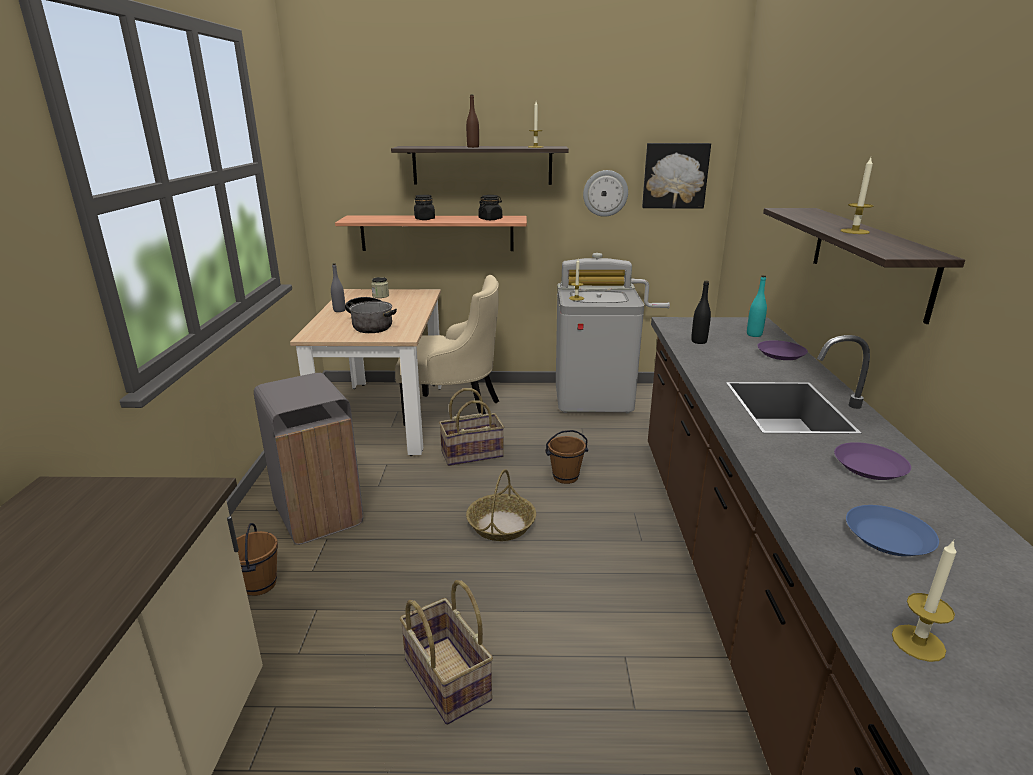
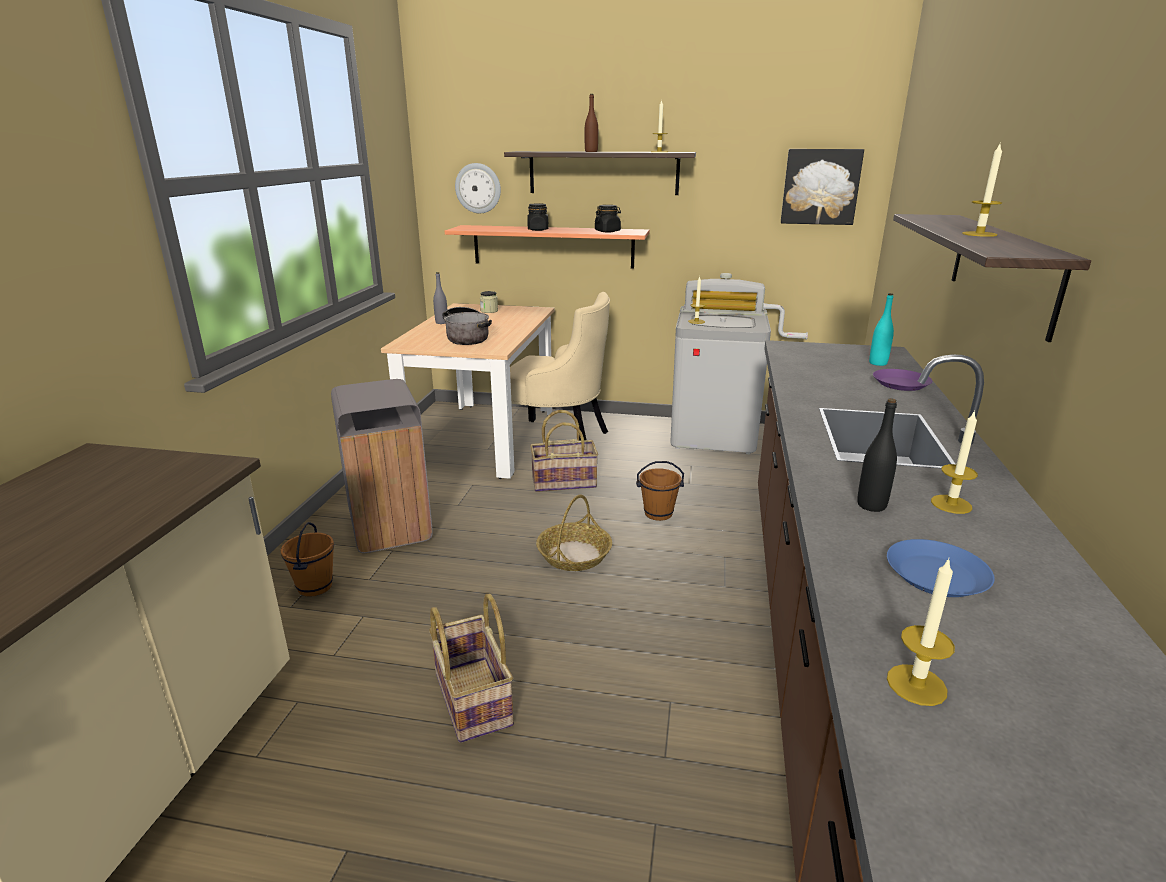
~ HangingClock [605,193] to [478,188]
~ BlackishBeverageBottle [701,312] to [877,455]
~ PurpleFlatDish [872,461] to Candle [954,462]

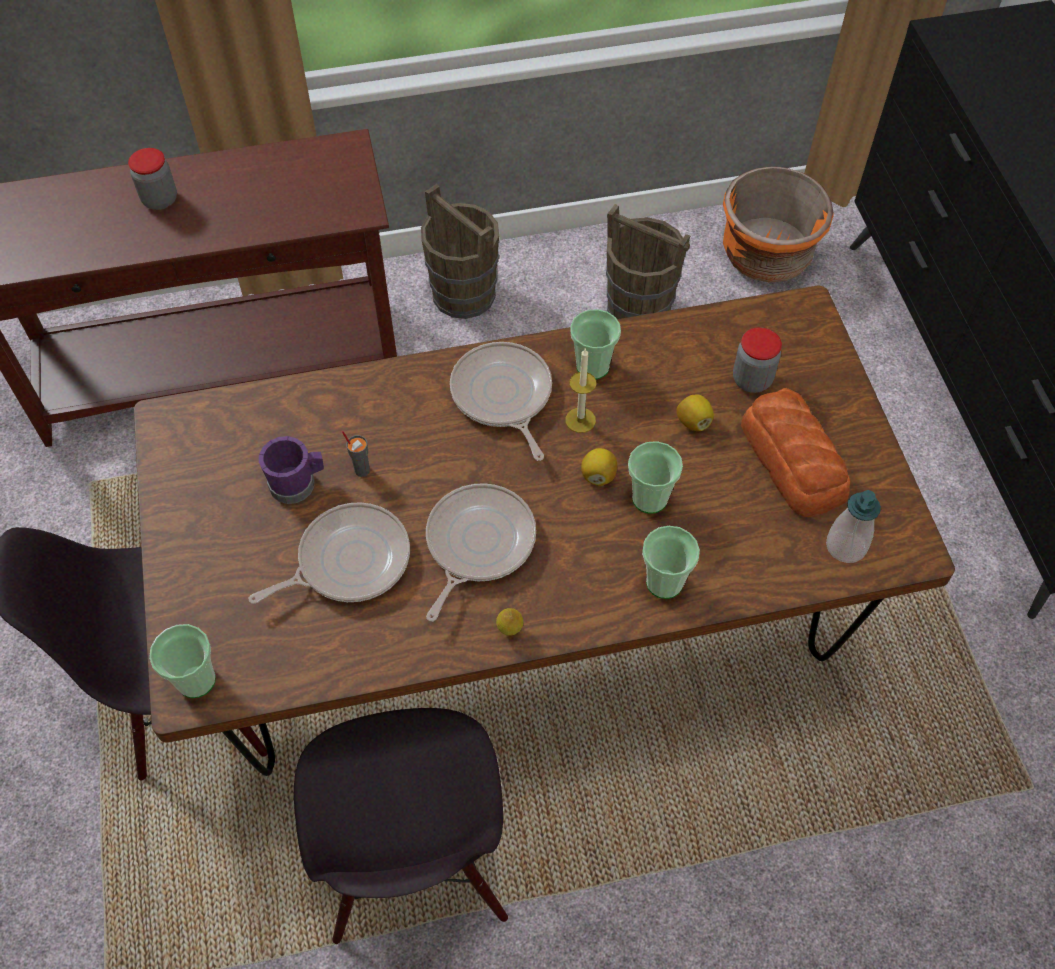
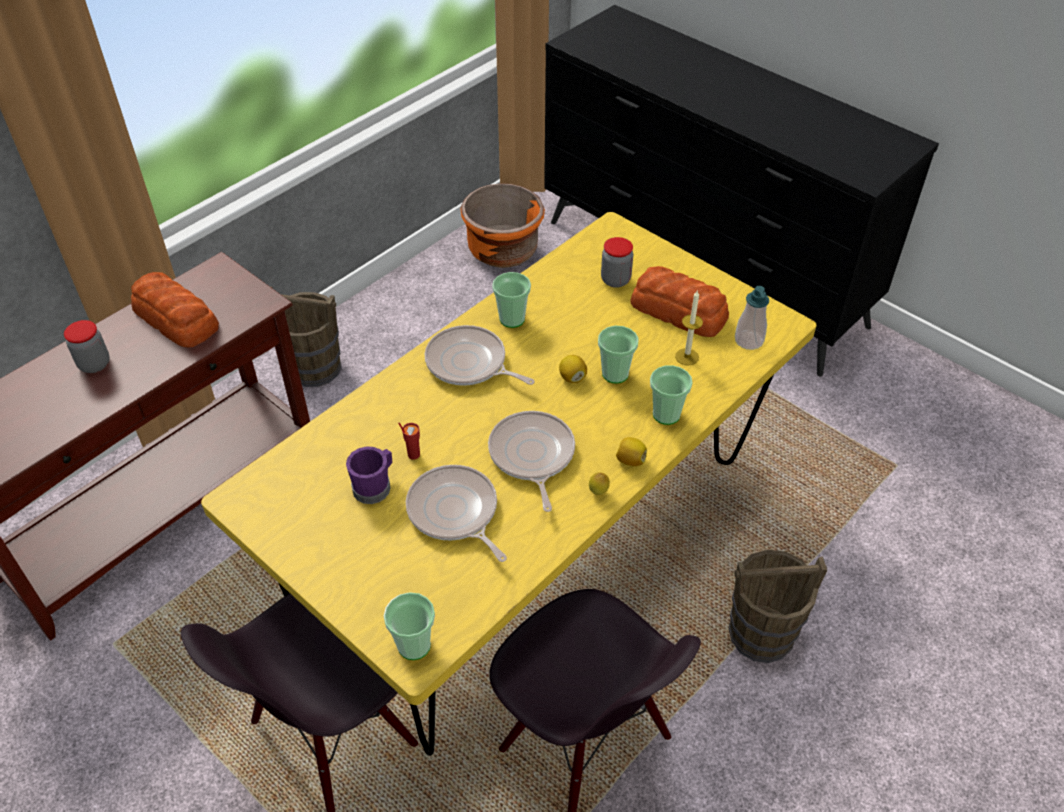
+ BakedBread [175,309]
~ BrownColouredDiningTable [544,530] to YellowColouredDiningTable [508,484]
~ GrayCup [356,454] to RedColouredCup [409,441]
~ FryingPan [329,553] = [456,513] 60 degrees counterclockwise
~ Lemon [695,413] to [631,451]
~ Candle [581,391] to [689,328]
~ BrownColouredWaterBucket [648,261] to [778,606]

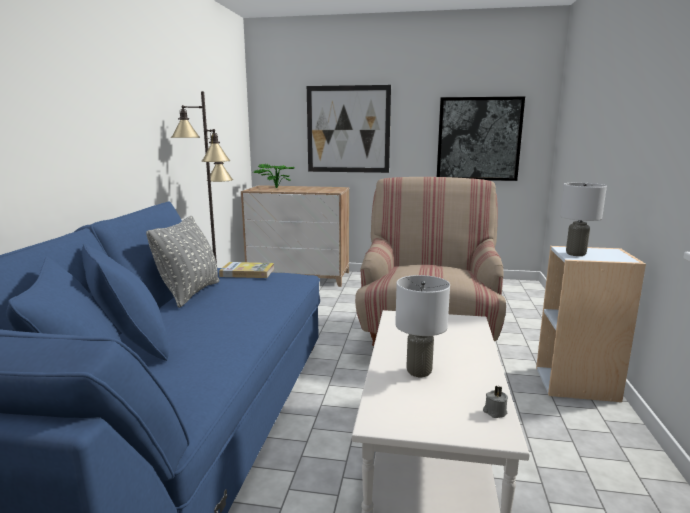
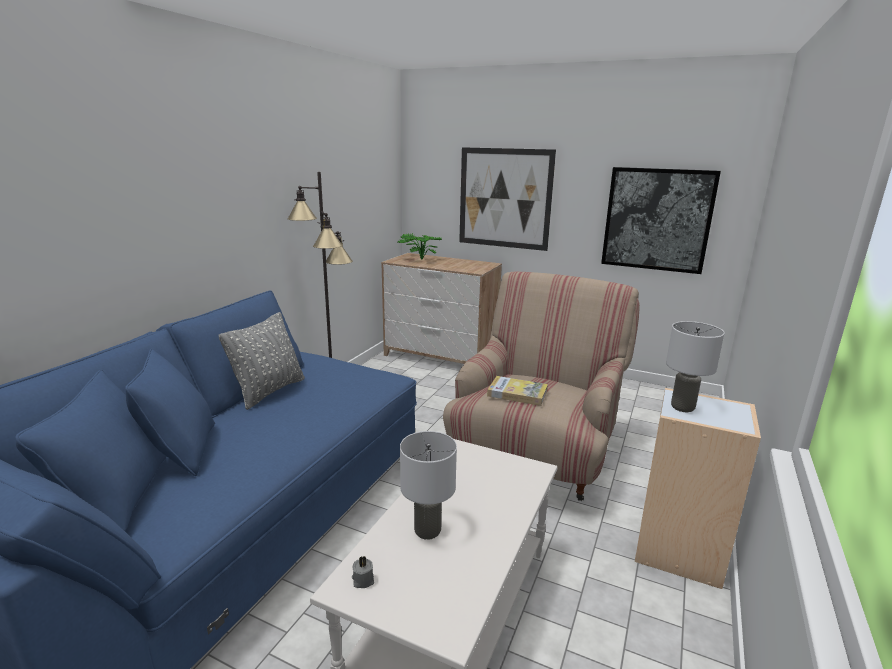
~ GrayCandle [495,402] to [363,572]
~ Volume [246,270] to [517,391]

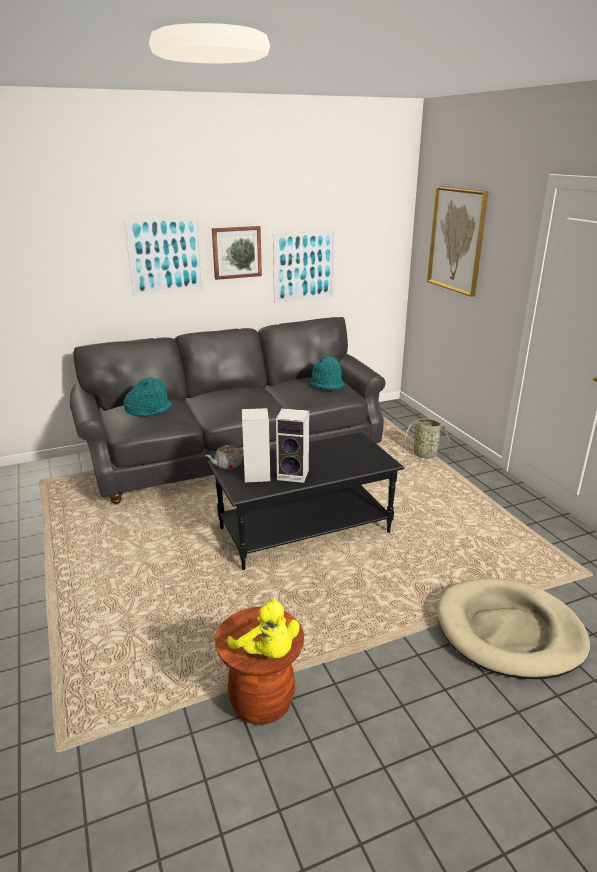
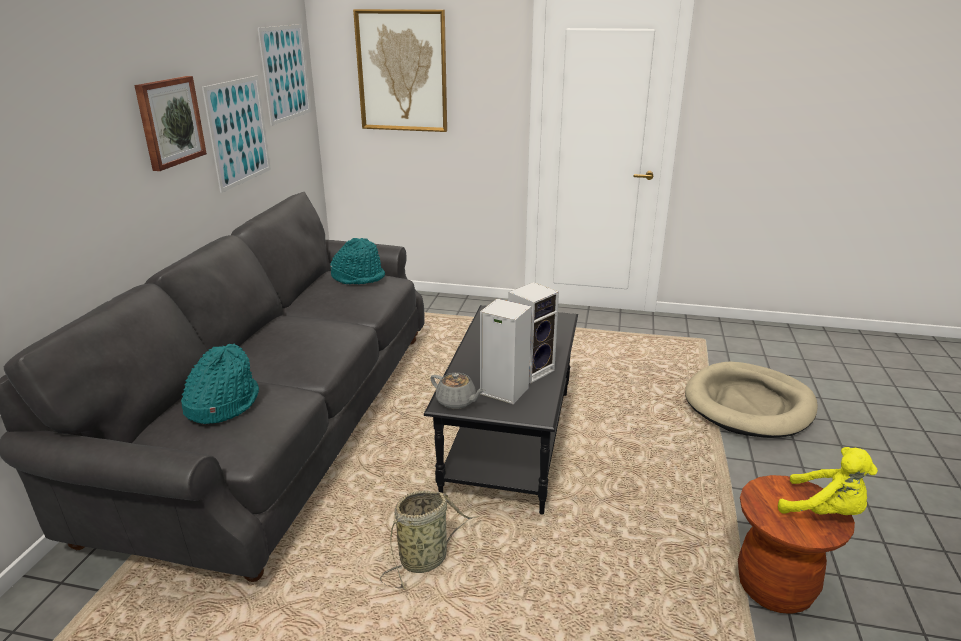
~ WallPicture [164,256] to [284,75]
~ HouseholdBasket [431,438] to [429,540]
~ GrayPotForTea [224,457] = [457,391] 60 degrees counterclockwise
~ YellowColouredPlushToy [263,628] = [828,481] 45 degrees clockwise

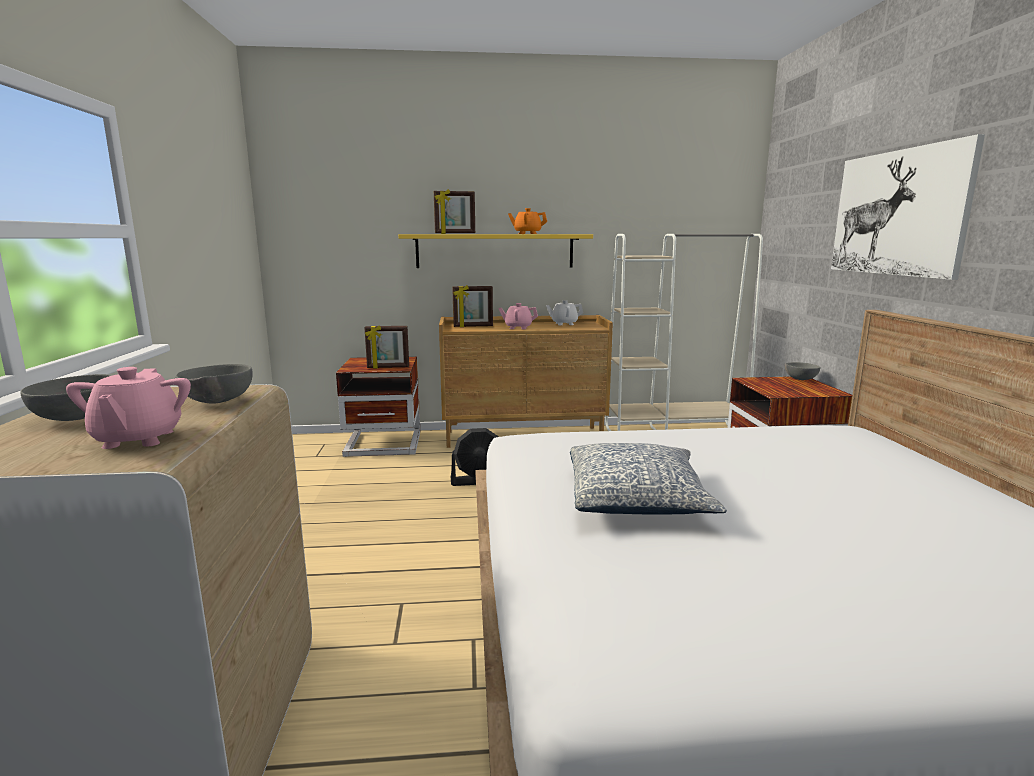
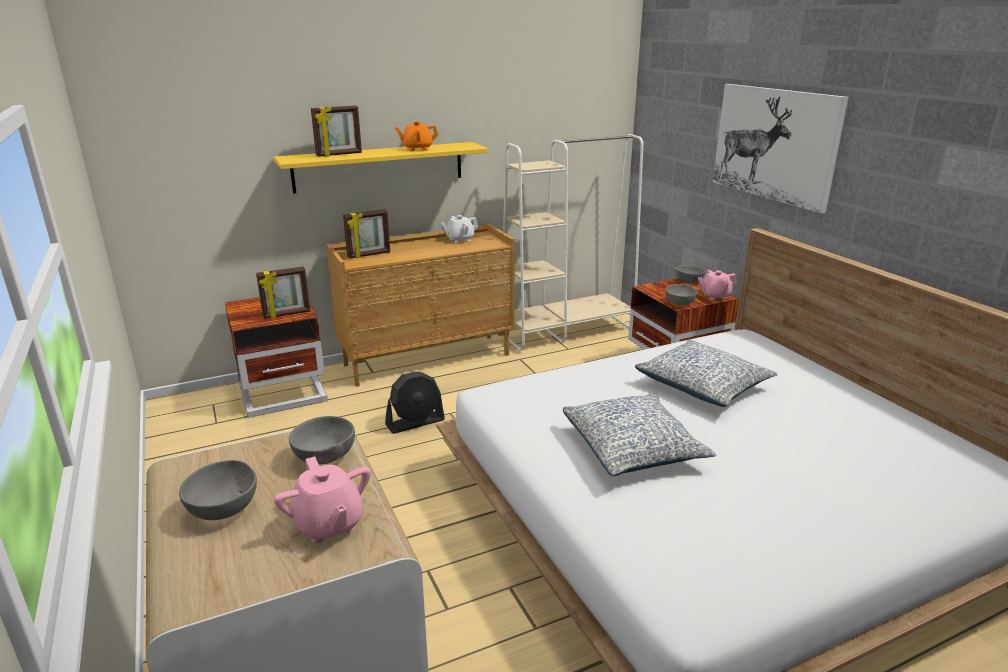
+ Cushion [706,373]
+ GrayDeepDish [681,294]
~ PinkPotForTea [518,316] to [717,285]

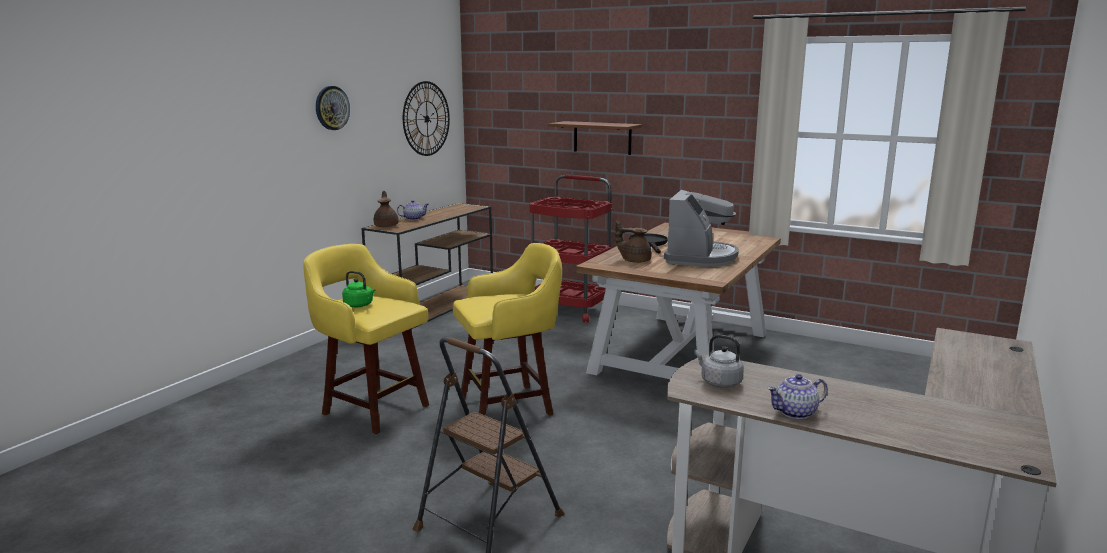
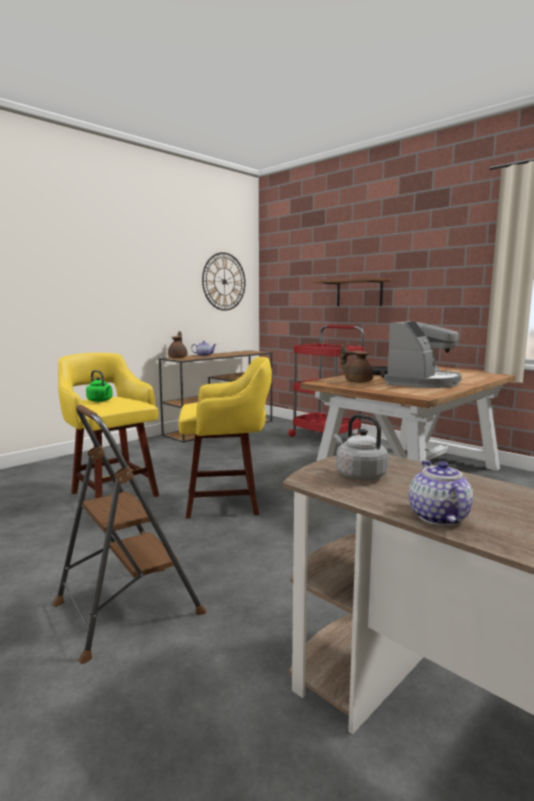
~ PotForTea [797,396] = [441,493] 90 degrees clockwise
- HangingClock [333,108]

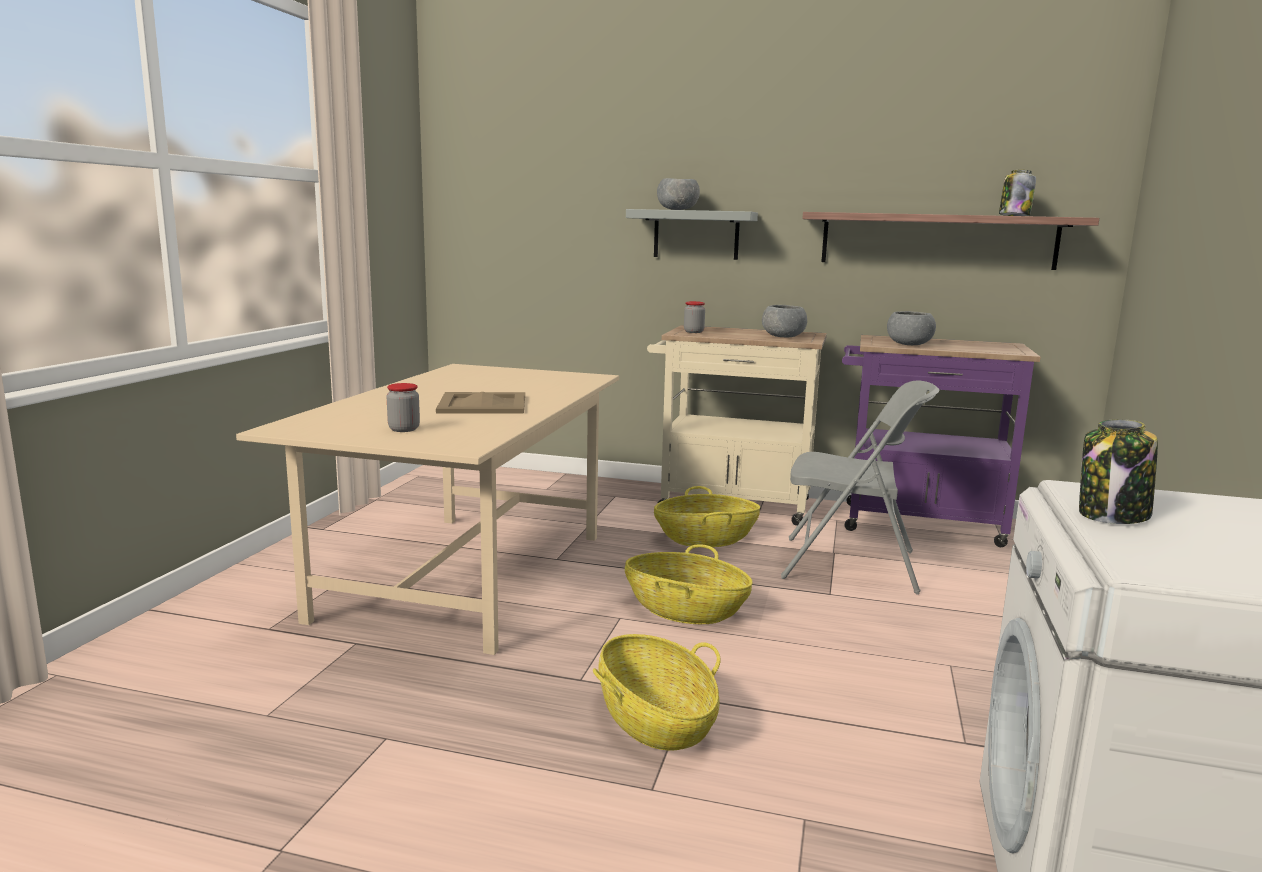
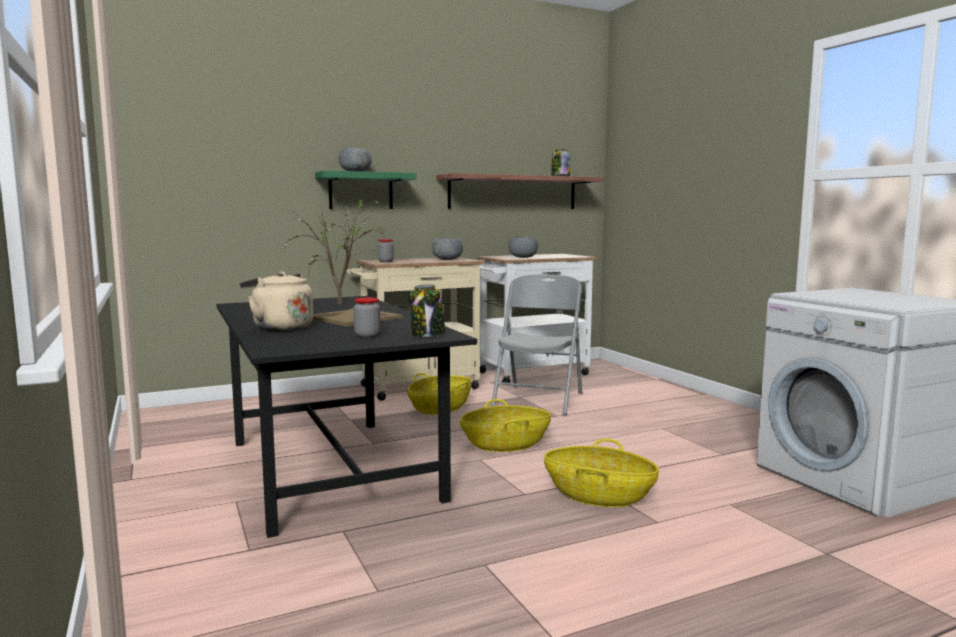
~ SandColouredDiningTable [427,509] to BlackishDiningTable [346,417]
+ SandColouredWaterKettle [276,301]
+ PlantInAPot [334,250]
~ GrayWallShelf [692,234] to GreenColouredWallShelf [366,189]
~ Jar [1118,471] to [427,310]
~ PurpleCart [941,441] to WhitishCart [536,318]
~ GrayUprightChair [860,488] = [536,345] 45 degrees counterclockwise

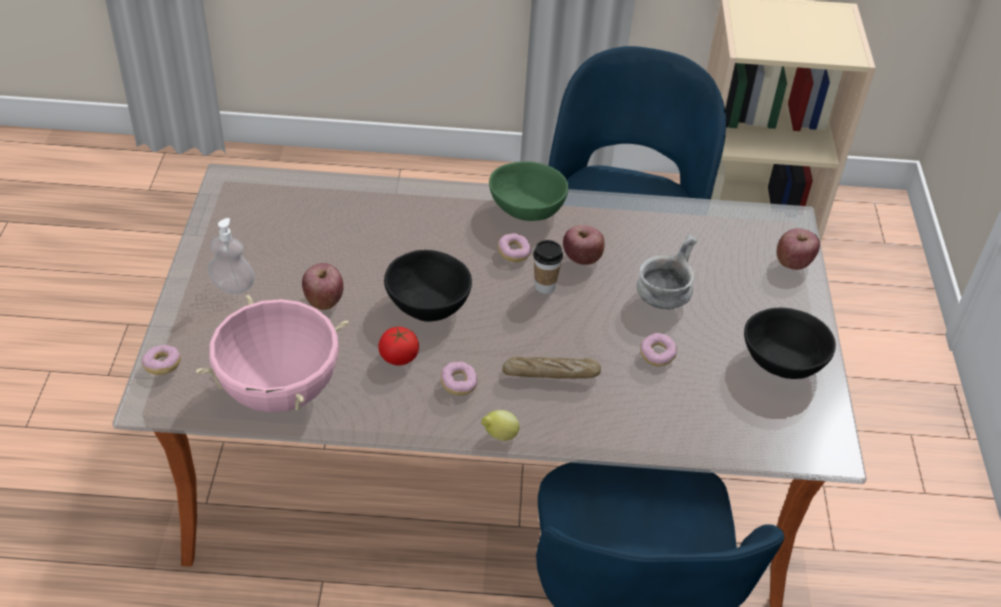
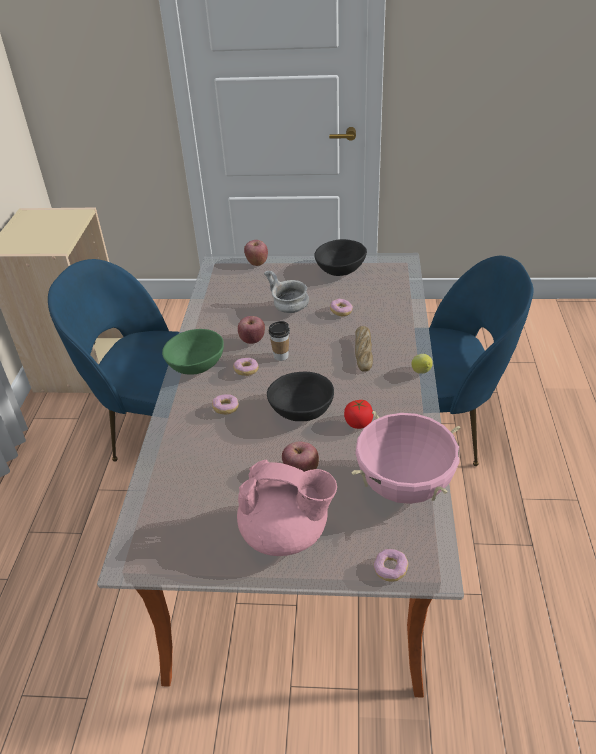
~ Doughnut [459,379] to [225,405]
~ SoapBottle [231,256] to PinkPotForTea [287,507]

